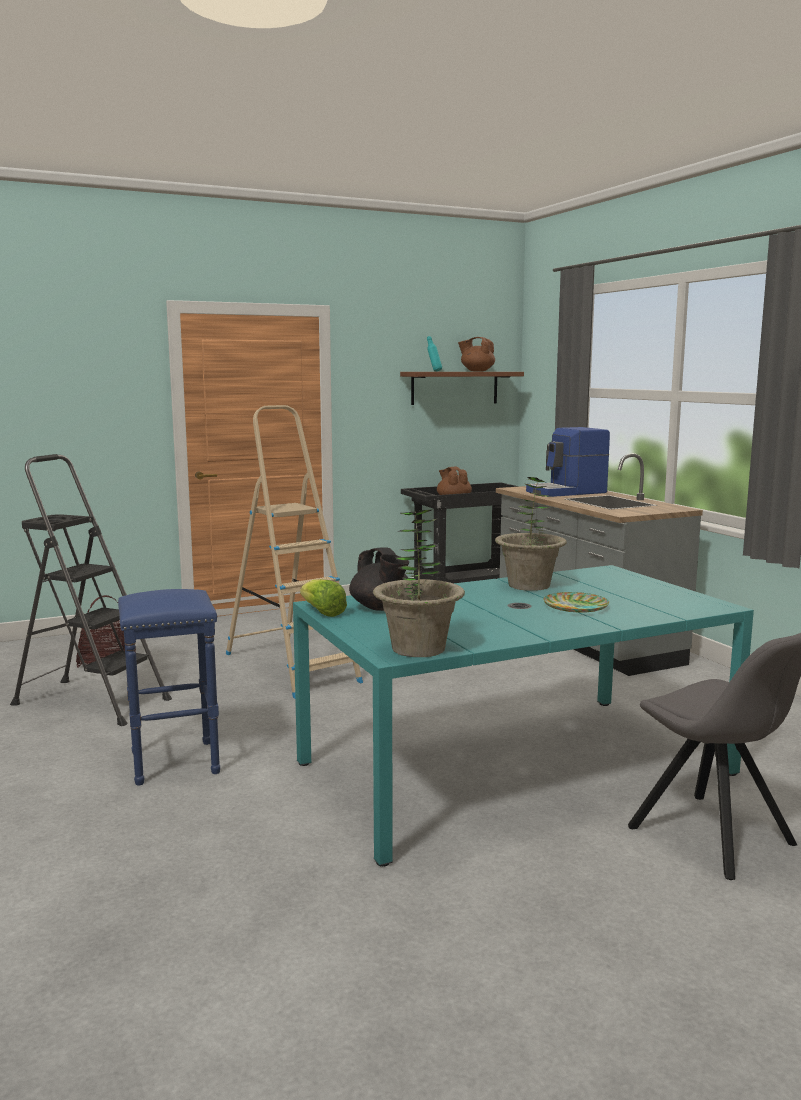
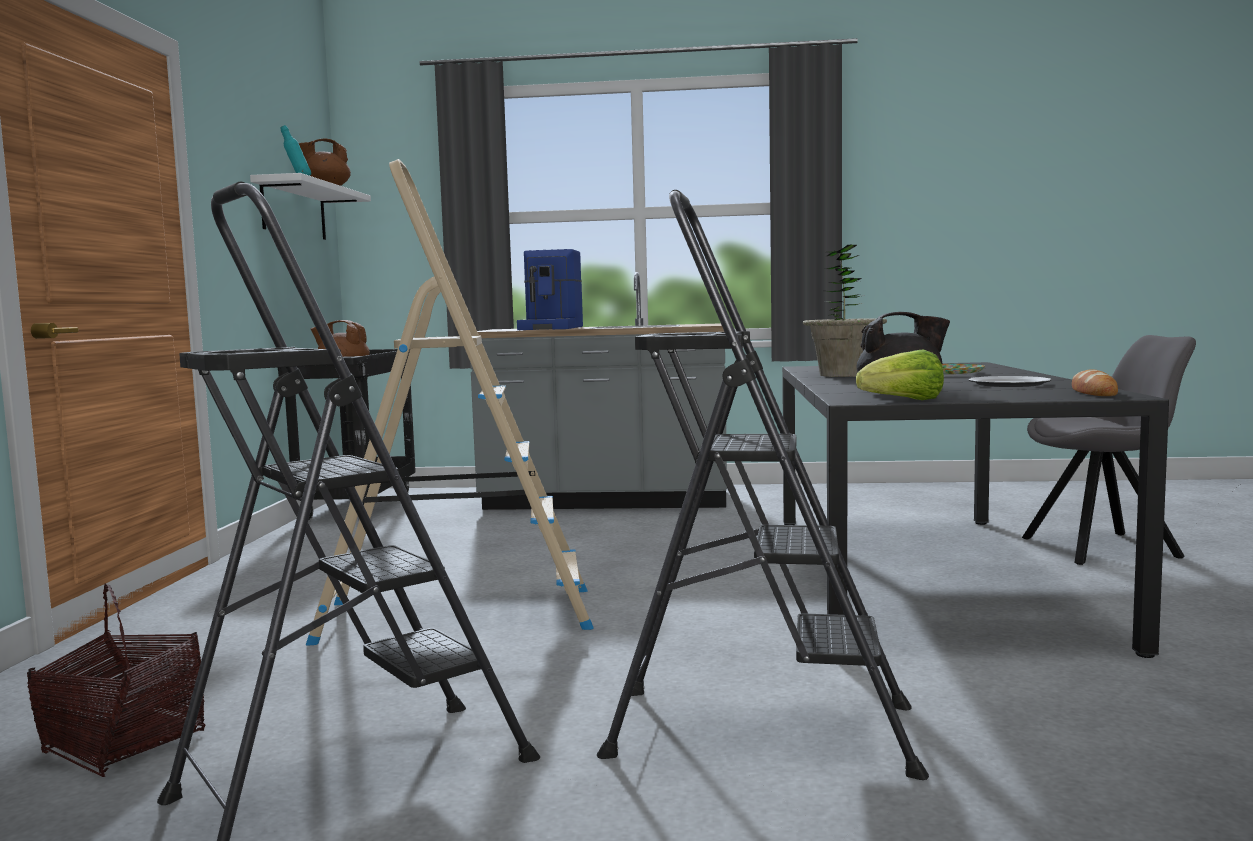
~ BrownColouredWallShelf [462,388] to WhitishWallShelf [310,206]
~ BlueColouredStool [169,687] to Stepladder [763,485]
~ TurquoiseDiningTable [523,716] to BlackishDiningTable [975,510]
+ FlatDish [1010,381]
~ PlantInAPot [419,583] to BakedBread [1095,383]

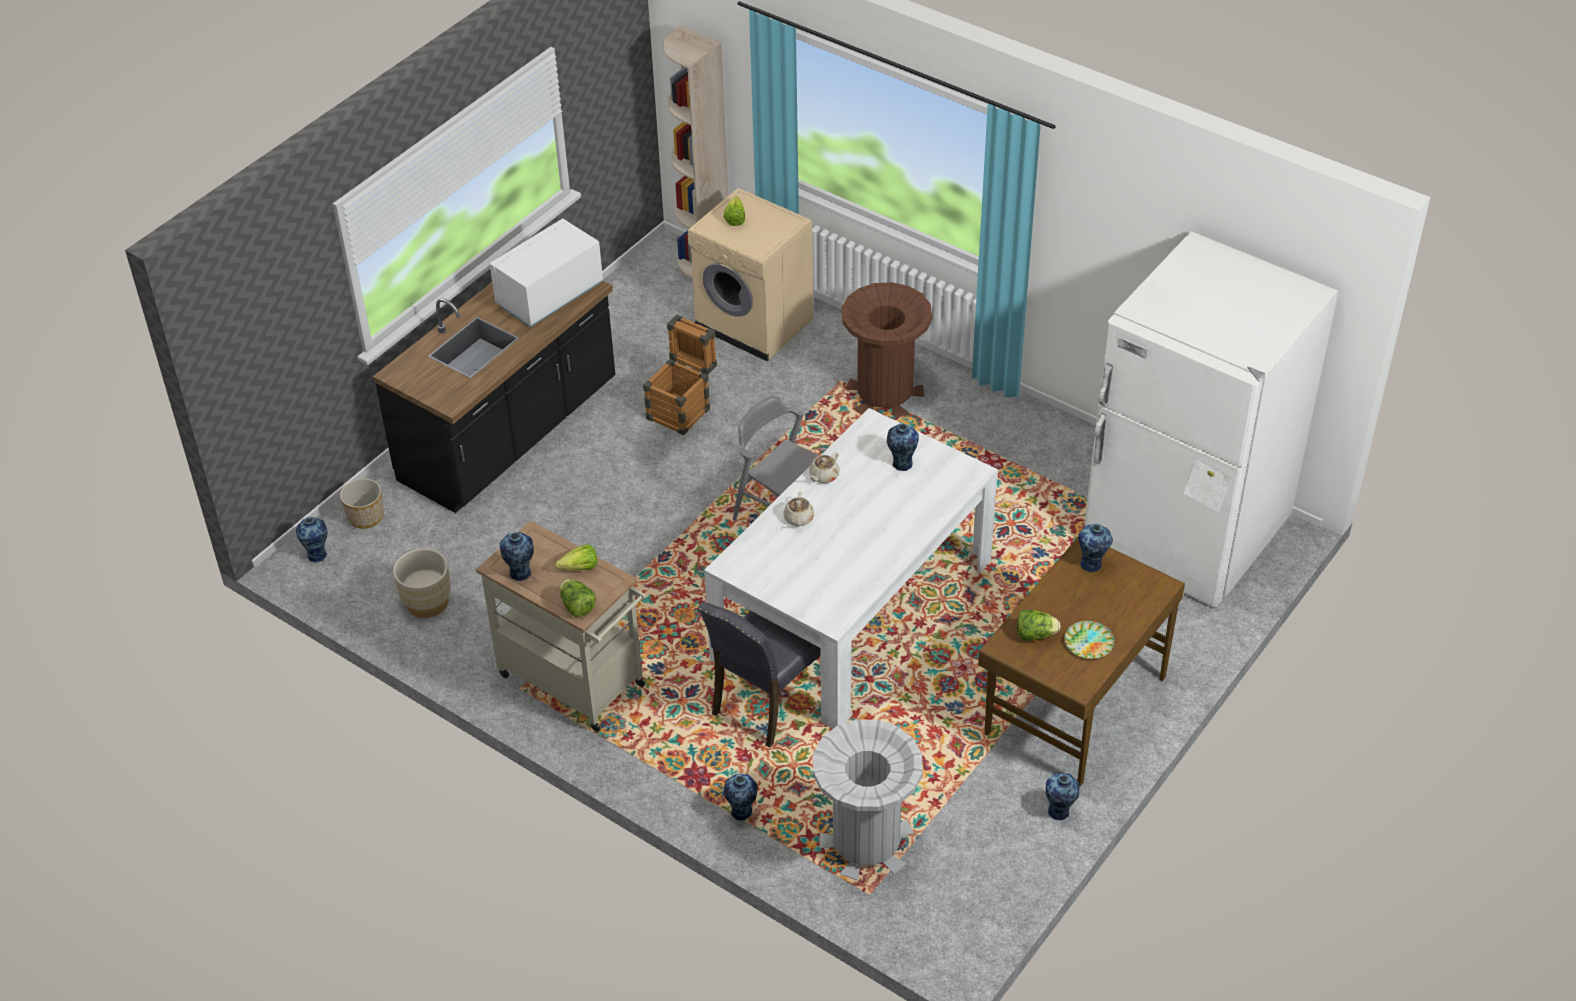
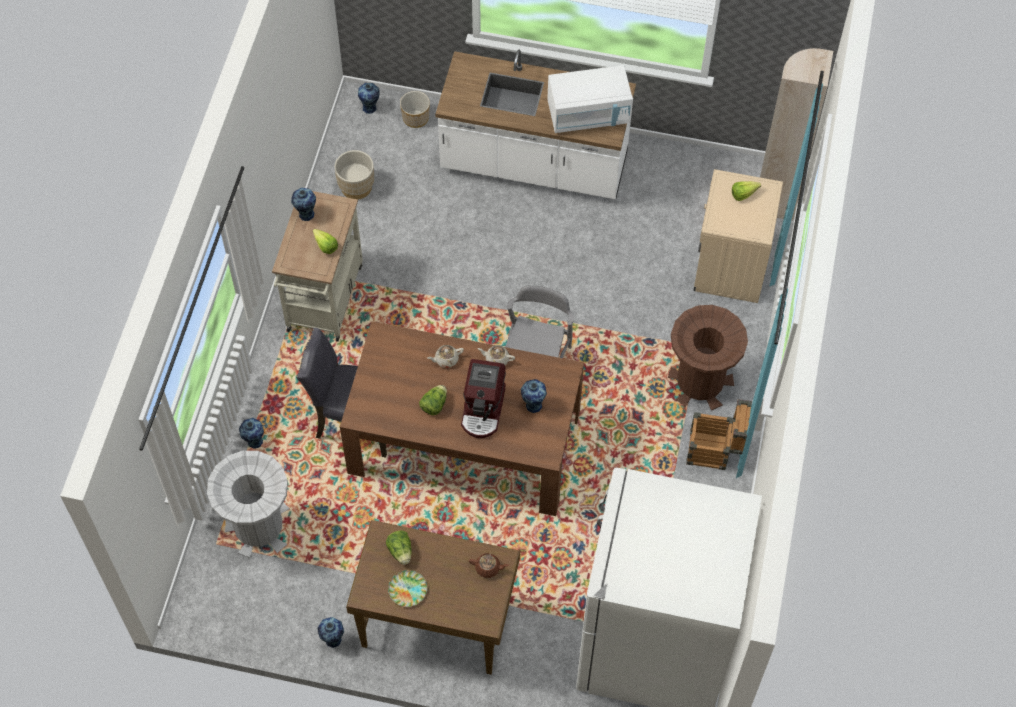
~ WhitishDiningTable [851,568] to BrownColouredDiningTable [462,418]
~ HeadOfLettuce [578,598] to [433,400]
~ BlackishKitchenBaseUnit [494,397] to WhitishKitchenBaseUnit [535,124]
+ CoffeeMachine [483,398]
~ FlowerVase [1095,548] to BrownColouredPotForTea [489,565]
~ WhitishKitchenMicrowave [546,272] = [590,99] 150 degrees clockwise
~ PackingCrate [680,375] to [719,434]

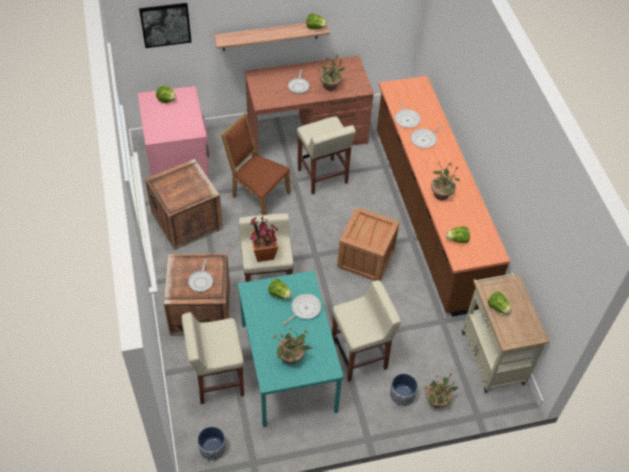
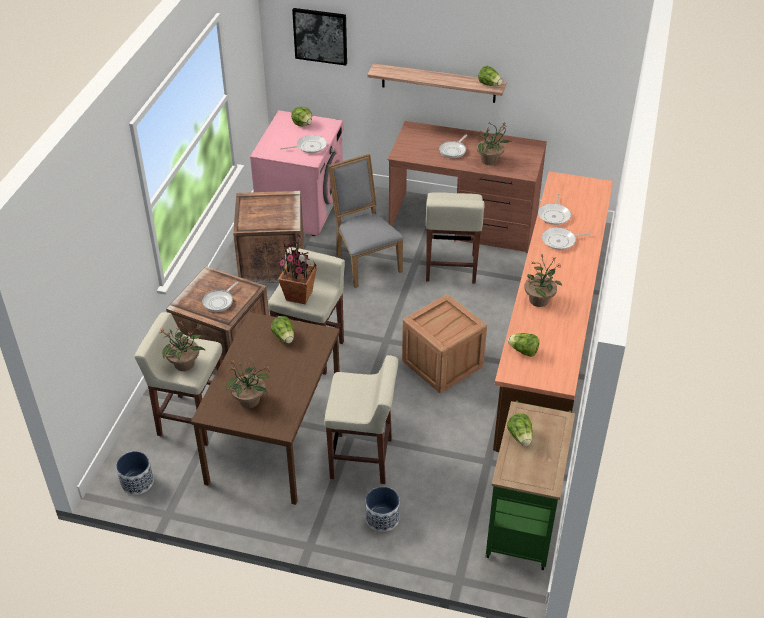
~ PlantInAPot [441,390] to [183,346]
~ TurquoiseDiningTable [291,348] to BrownColouredDiningTable [265,408]
~ FryingPan [301,309] to [303,144]
~ BrownColouredUprightChair [256,164] to GrayUprightChair [366,221]
~ SandColouredCart [505,333] to GreenColouredCart [530,485]

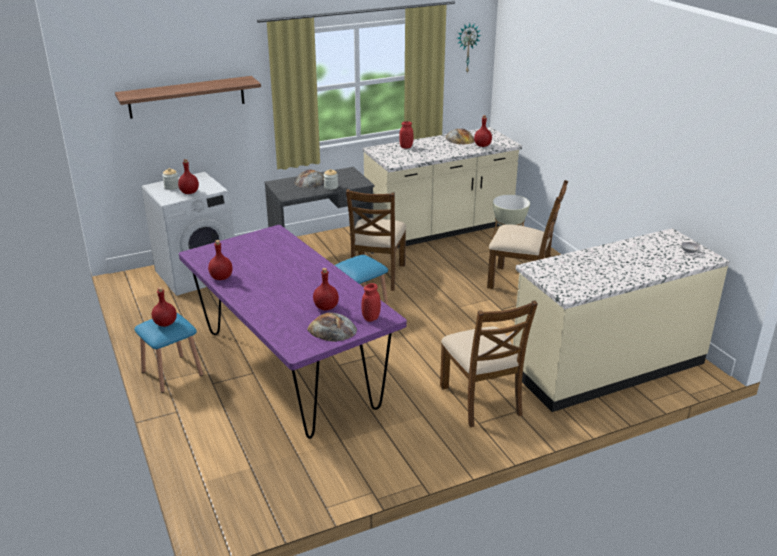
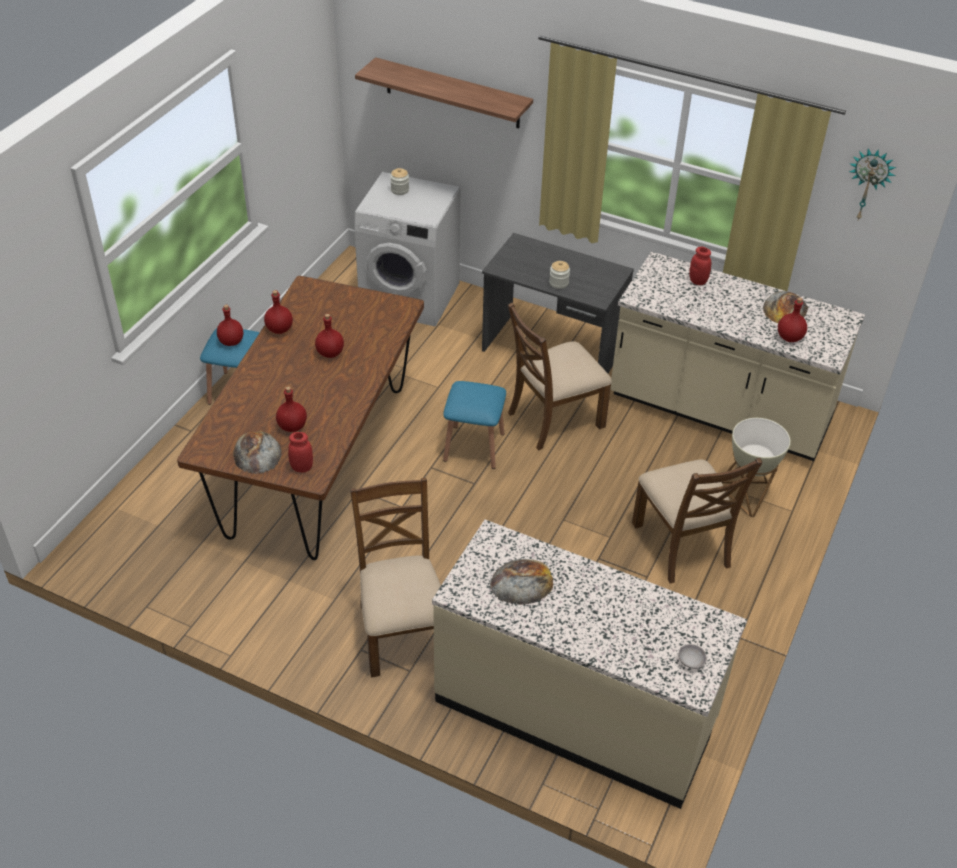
~ PurpleDiningTable [293,332] to BrownColouredDiningTable [300,418]
~ RedColouredBeverageBottle [188,176] to [329,336]
~ BrownColouredUprightChair [489,363] = [395,577] 135 degrees clockwise
~ BakedBread [309,179] to [521,582]

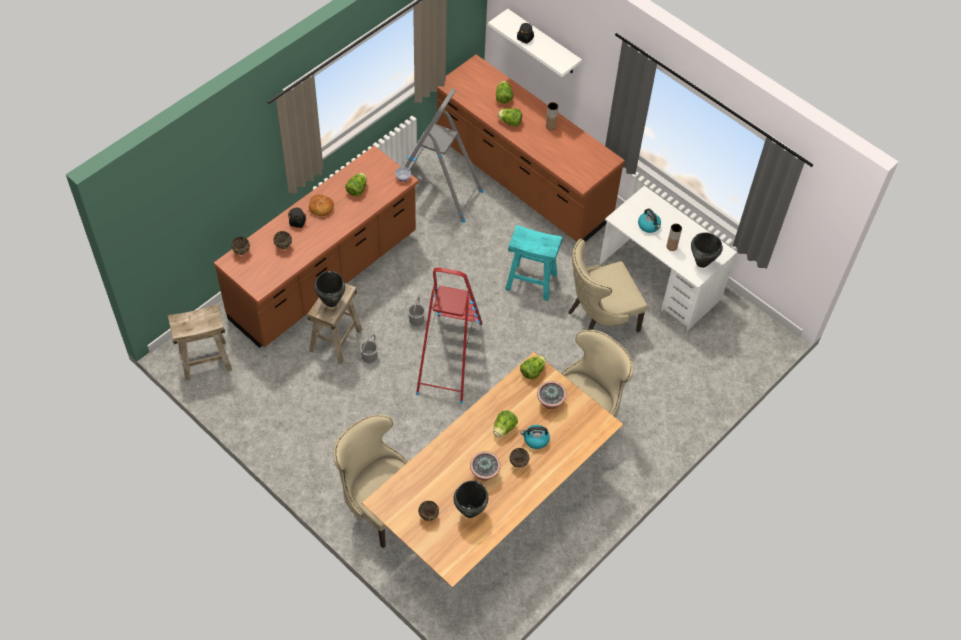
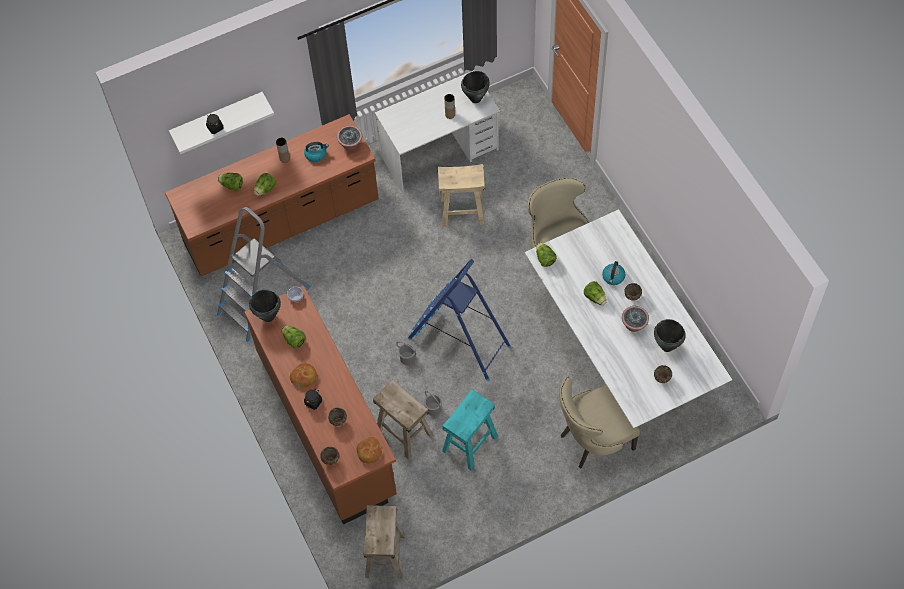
~ BlackishSaucepot [329,289] to [265,306]
~ WaterKettle [649,221] to [316,152]
~ PlantInAPot [551,395] to [349,137]
+ BakedBread [369,450]
~ RedColouredStepladder [449,336] to BlueColouredStepladder [459,320]
~ SandColouredUprightChair [607,285] to SandColouredStool [461,195]
~ TurquoiseStool [533,263] to [470,429]
~ BrownColouredDiningTable [492,470] to WhitishDiningTable [628,318]

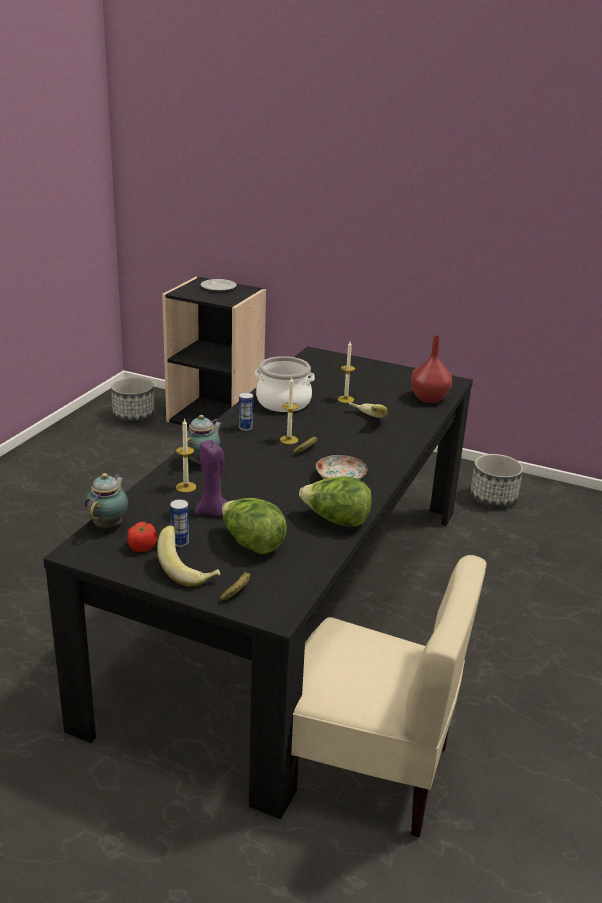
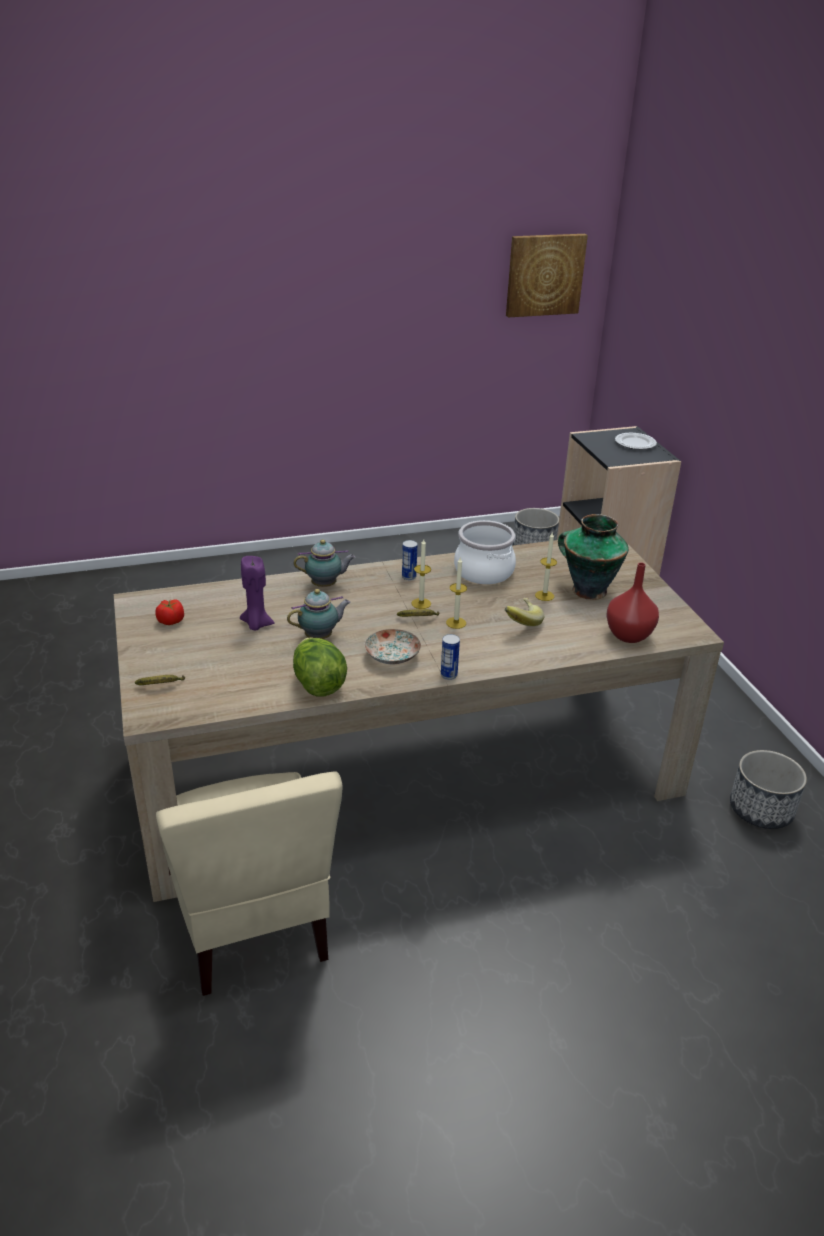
~ BlackishDiningTable [258,582] to SandColouredDiningTable [419,720]
~ PotForTea [106,500] to [319,614]
~ SealedCan [179,523] to [450,657]
~ Candle [186,455] to [456,593]
+ WallPicture [547,276]
+ FlowerVase [593,557]
- WholeBanana [188,556]
- HeadOfLettuce [254,526]

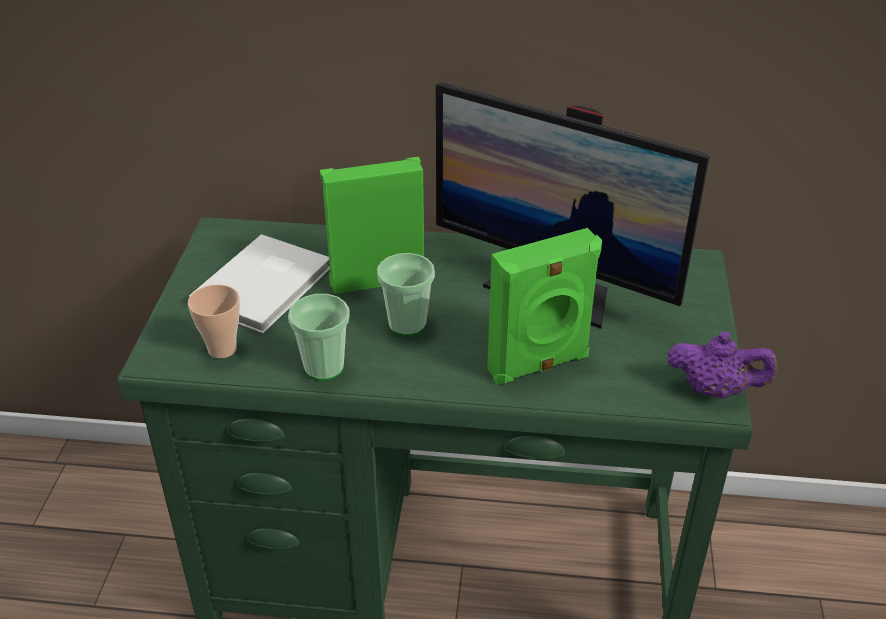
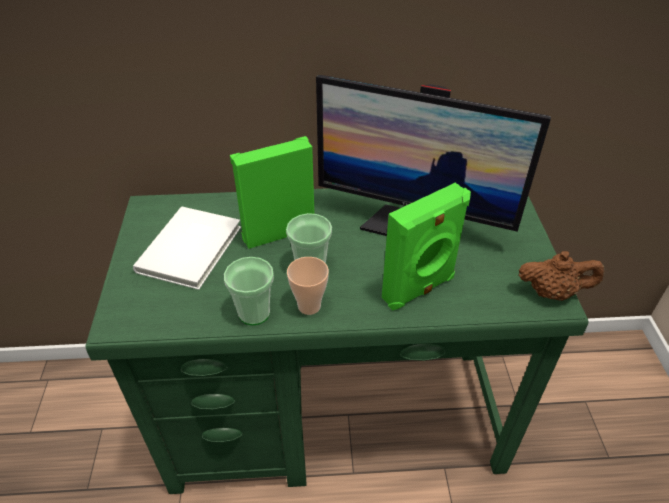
~ Cup [214,321] to [308,286]
~ PurplePotForTea [723,365] to BrownColouredPotForTea [562,276]

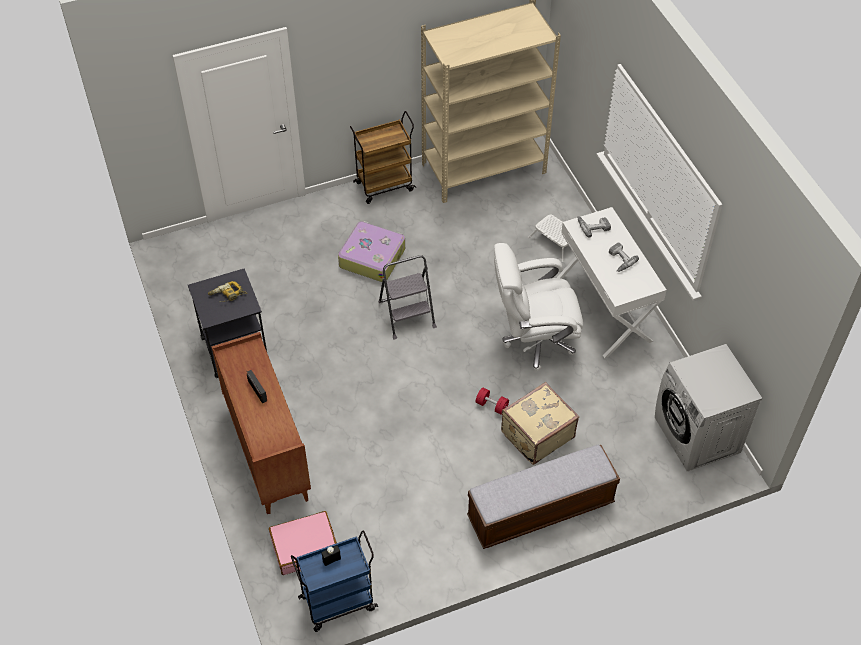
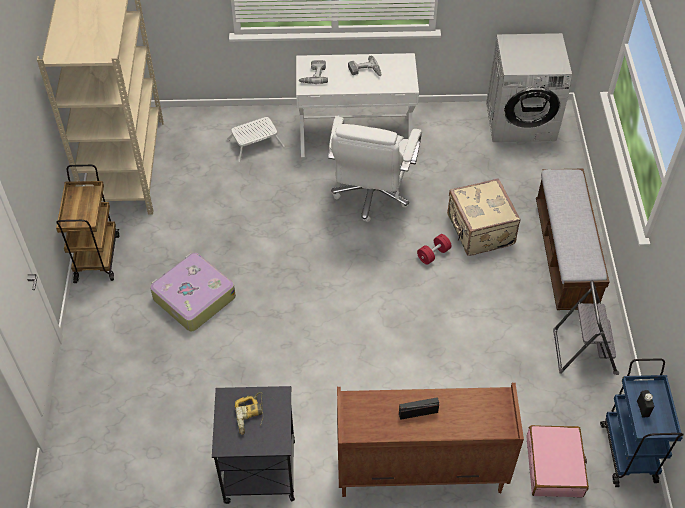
~ GrayStepladder [408,297] to [586,328]

